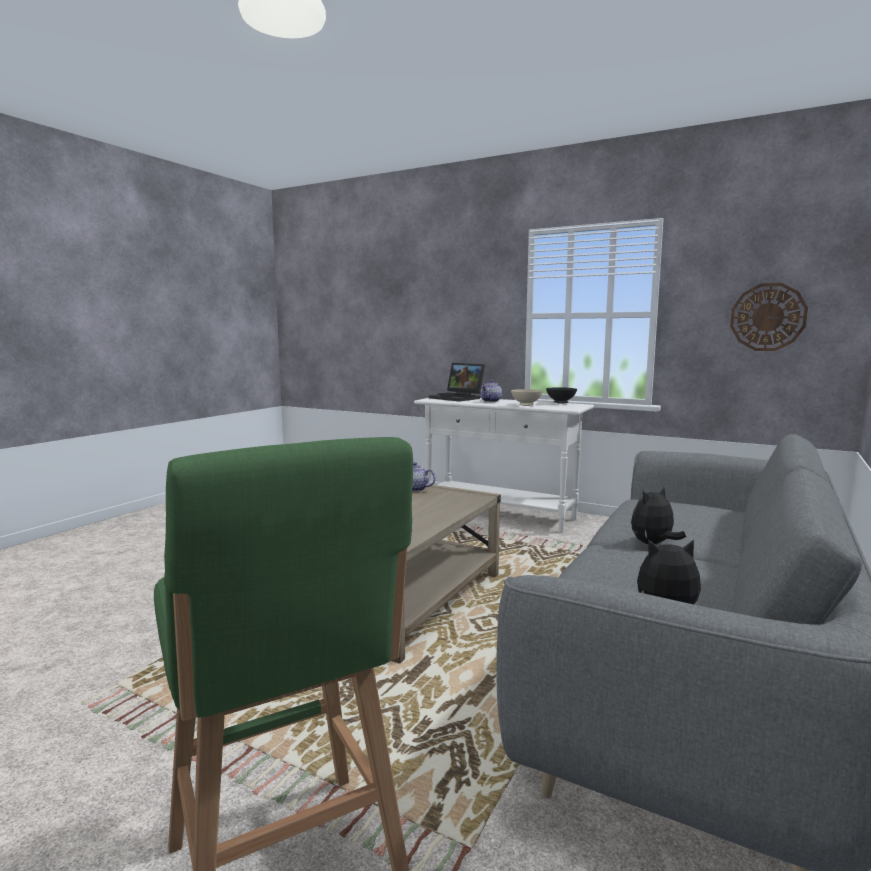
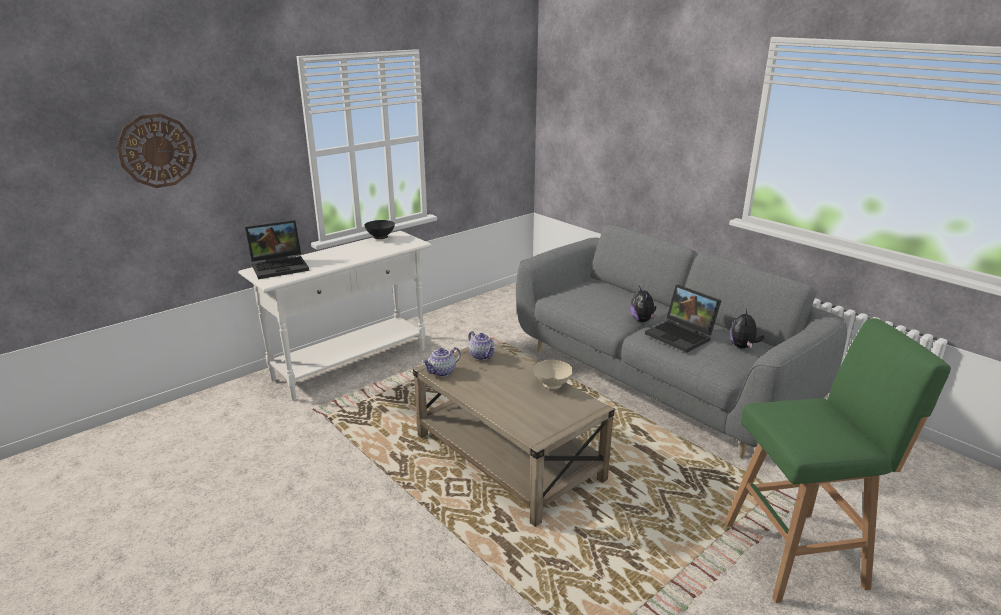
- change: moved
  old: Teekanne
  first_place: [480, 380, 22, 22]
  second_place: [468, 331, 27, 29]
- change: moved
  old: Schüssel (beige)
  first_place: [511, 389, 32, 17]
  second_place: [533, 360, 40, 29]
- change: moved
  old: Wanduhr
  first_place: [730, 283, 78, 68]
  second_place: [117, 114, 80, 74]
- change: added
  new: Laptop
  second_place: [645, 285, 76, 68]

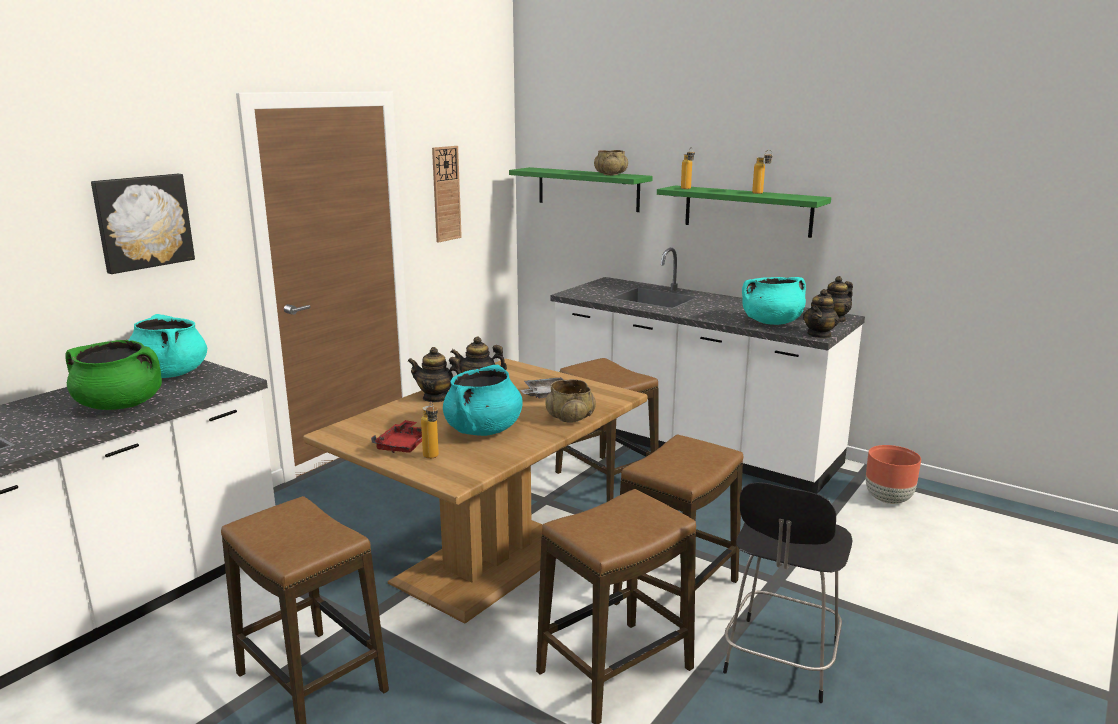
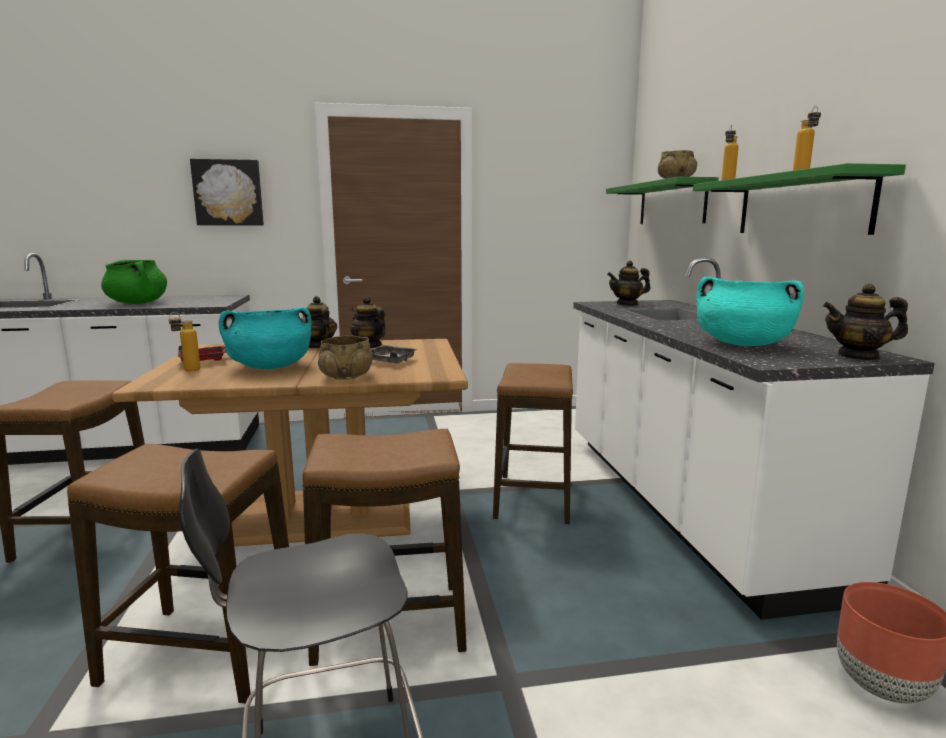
- change: removed
  old: Kochtopf (türkis)
  first_place: [129, 314, 78, 64]
- change: removed
  old: Wanduhr
  first_place: [432, 146, 30, 97]
- change: moved
  old: Teekanne
  first_place: [803, 289, 36, 50]
  second_place: [607, 261, 44, 45]

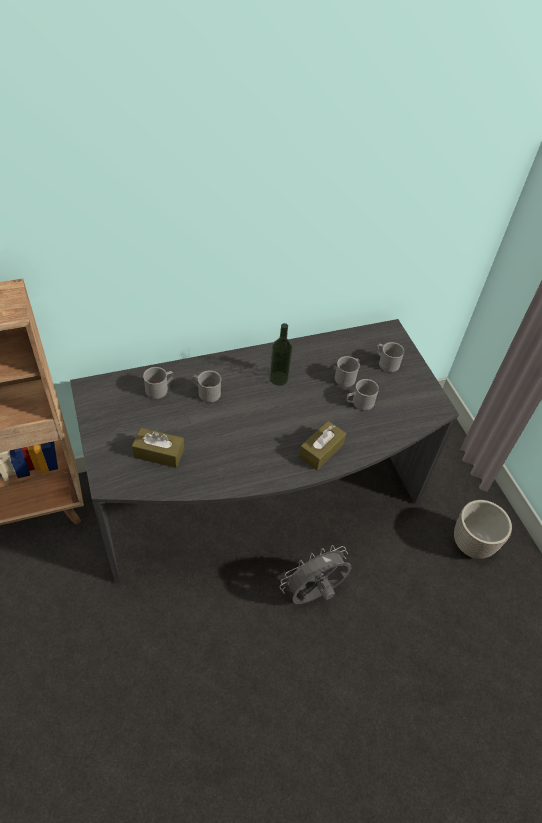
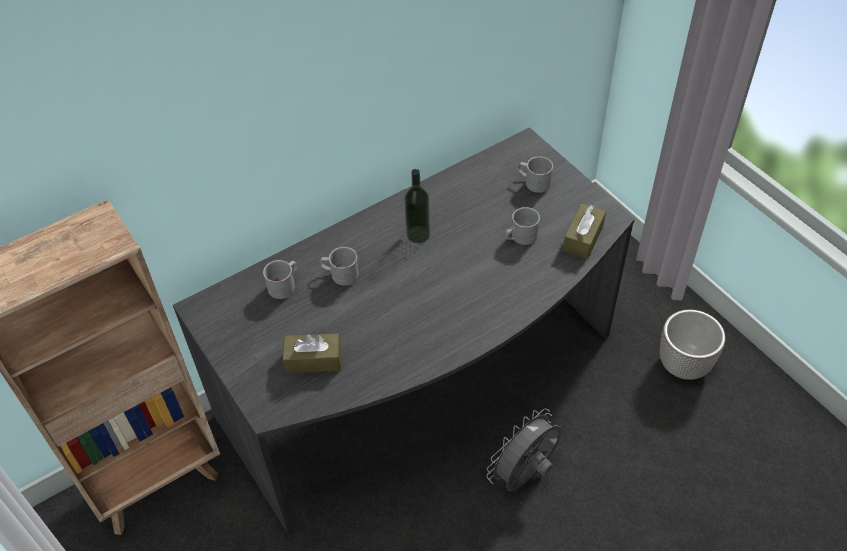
- change: moved
  old: Taschentuchbox (braun)
  first_place: [299, 421, 47, 49]
  second_place: [563, 204, 43, 55]
- change: removed
  old: Henkelbecher (grau)
  first_place: [335, 356, 25, 31]

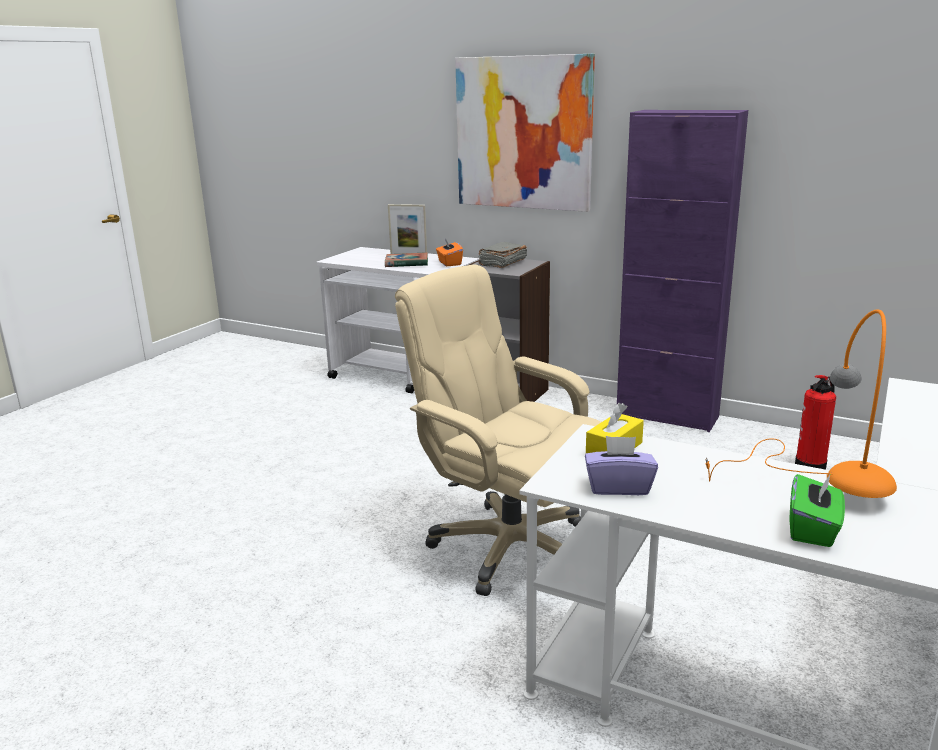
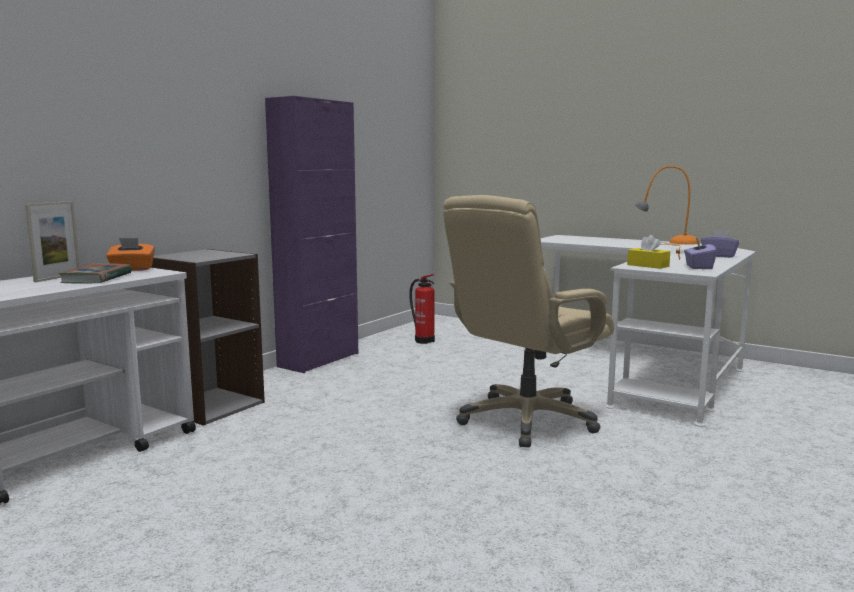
- change: removed
  old: Bild
  first_place: [455, 54, 140, 158]
- change: removed
  old: Buch (grau)
  first_place: [479, 242, 48, 26]
- change: recoloured
  old: Taschentuchbox (grün)
  new: Taschentuchbox (lila)
  first_place: [789, 473, 56, 74]
  second_place: [701, 229, 38, 29]

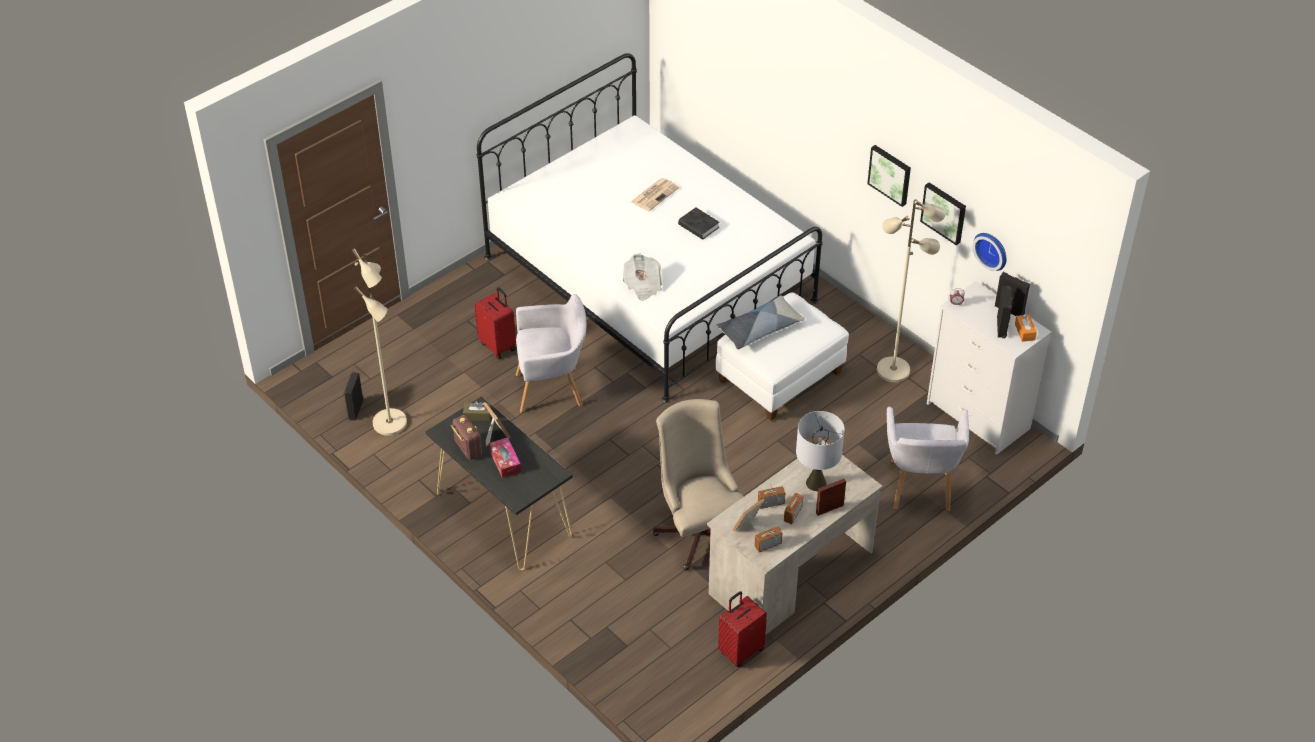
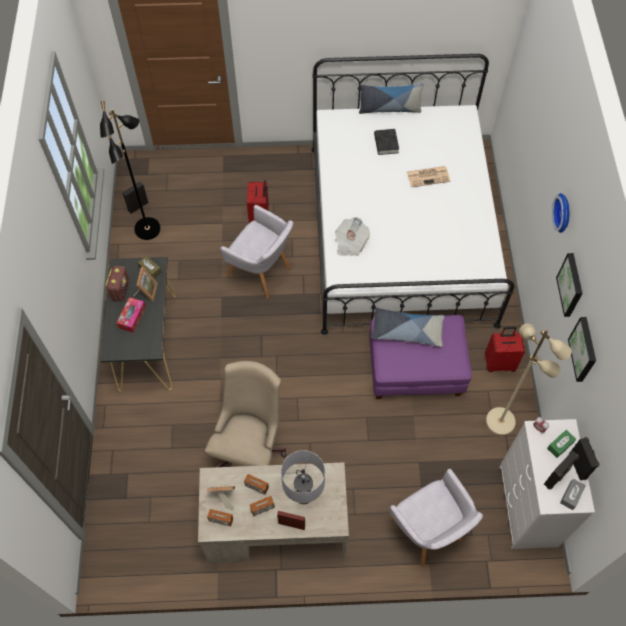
- change: recoloured
  old: Stehlampe (beige)
  new: Stehlampe (schwarz)
  first_place: [351, 248, 56, 188]
  second_place: [100, 101, 61, 139]
- change: moved
  old: Buch (schwarz)
  first_place: [678, 207, 41, 32]
  second_place: [374, 129, 25, 26]
- change: recoloured
  old: Polsterhocker (weiß)
  new: Polsterhocker (lila)
  first_place: [716, 292, 133, 129]
  second_place: [369, 315, 103, 84]
- change: moved
  old: Koffer (rot)
  first_place: [718, 591, 49, 76]
  second_place: [485, 327, 40, 45]
- change: turned
  old: Sessel (grau)
  first_place: [887, 407, 82, 105]
  second_place: [389, 469, 94, 98]
  degrees: -75
- change: moved
  old: Wanduhr
  first_place: [973, 233, 34, 38]
  second_place: [552, 193, 17, 40]
- change: recoloured
  old: Taschentuchbox (orange)
  new: Taschentuchbox (grau)
  first_place: [1015, 314, 22, 28]
  second_place: [560, 479, 26, 31]
- change: added
  new: Kissen
  second_place: [359, 83, 64, 31]
- change: added
  new: Taschentuchbox (grün)
  second_place: [547, 430, 29, 28]

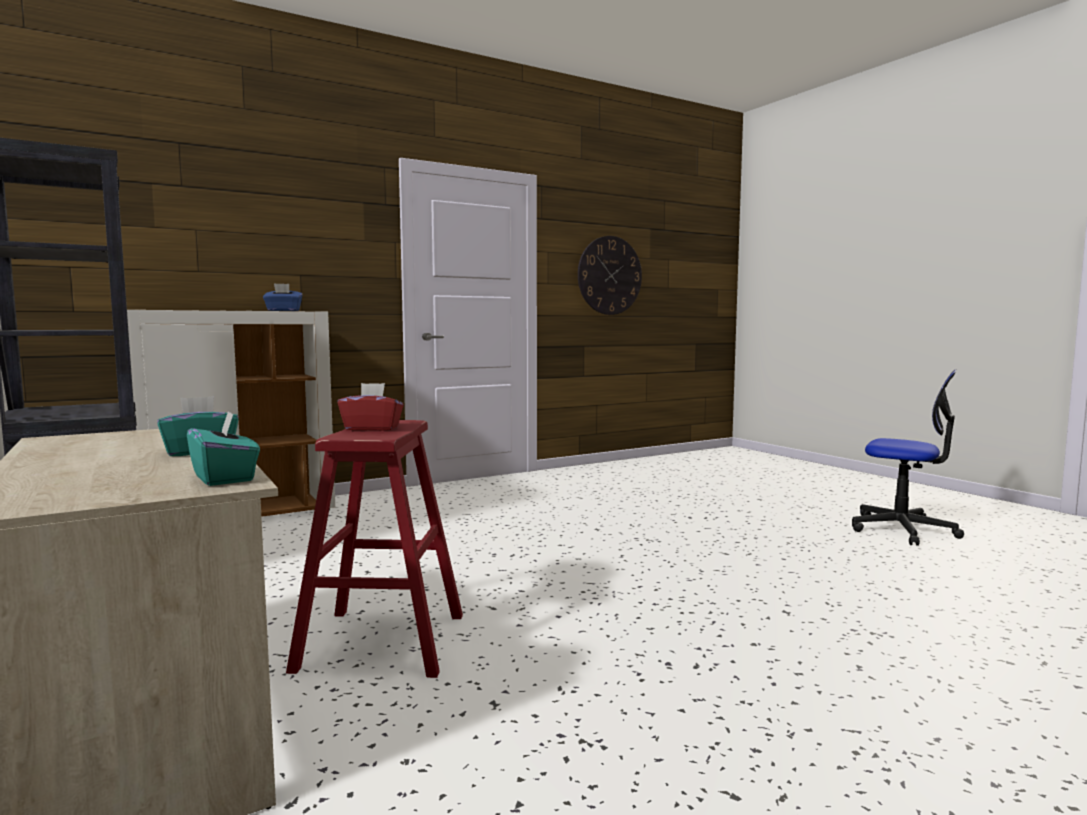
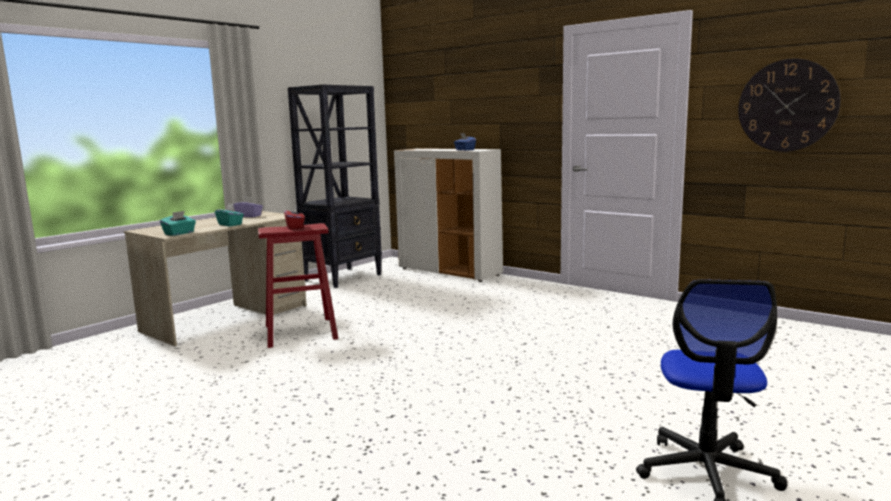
- change: added
  new: Taschentuchbox (lila)
  second_place: [233, 197, 30, 20]

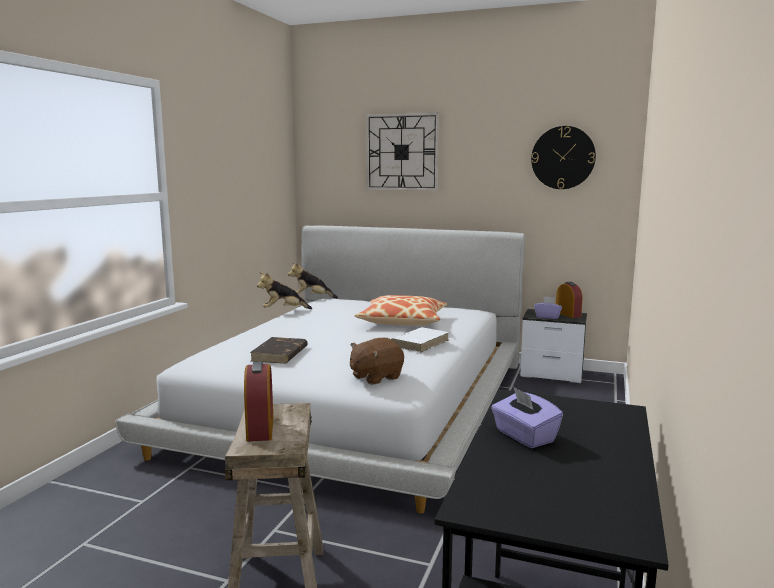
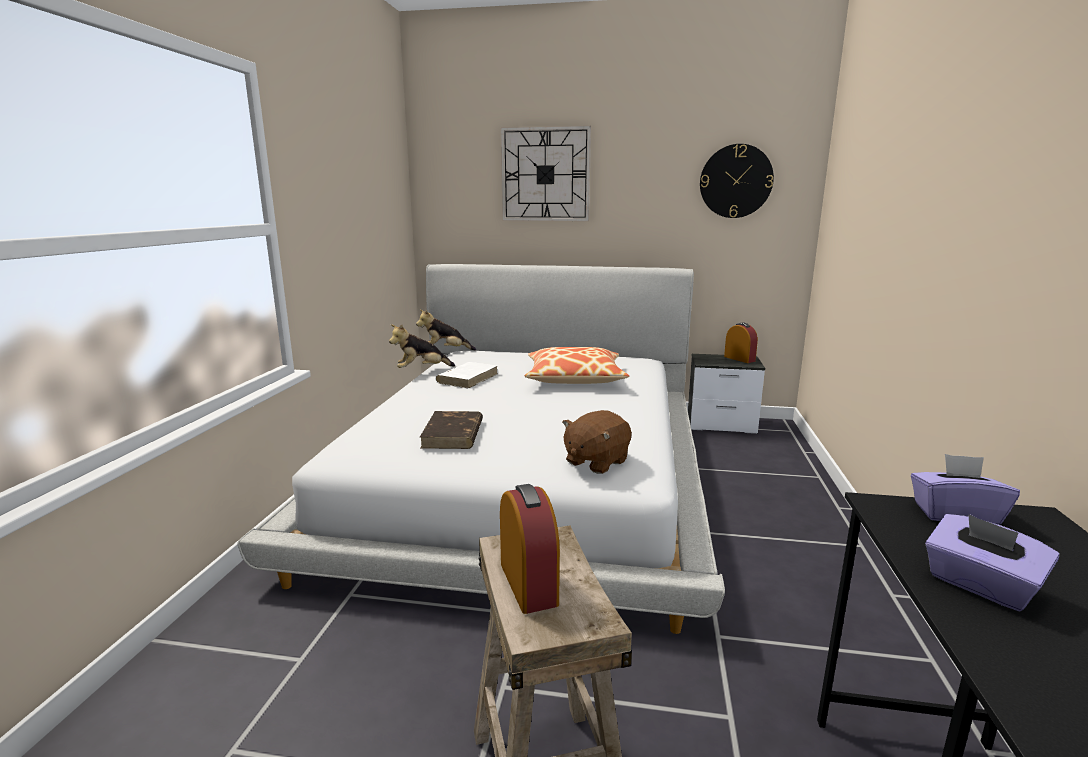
- change: moved
  old: Buch (weiß)
  first_place: [391, 327, 59, 26]
  second_place: [435, 362, 62, 27]
- change: moved
  old: Taschentuchbox (lila)
  first_place: [534, 296, 28, 23]
  second_place: [911, 454, 109, 71]

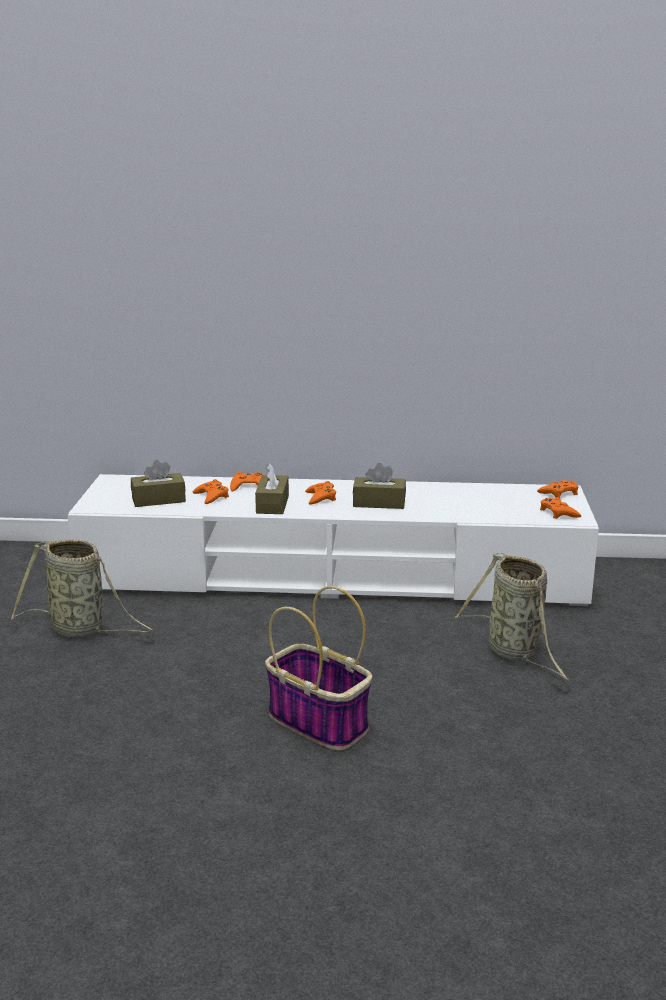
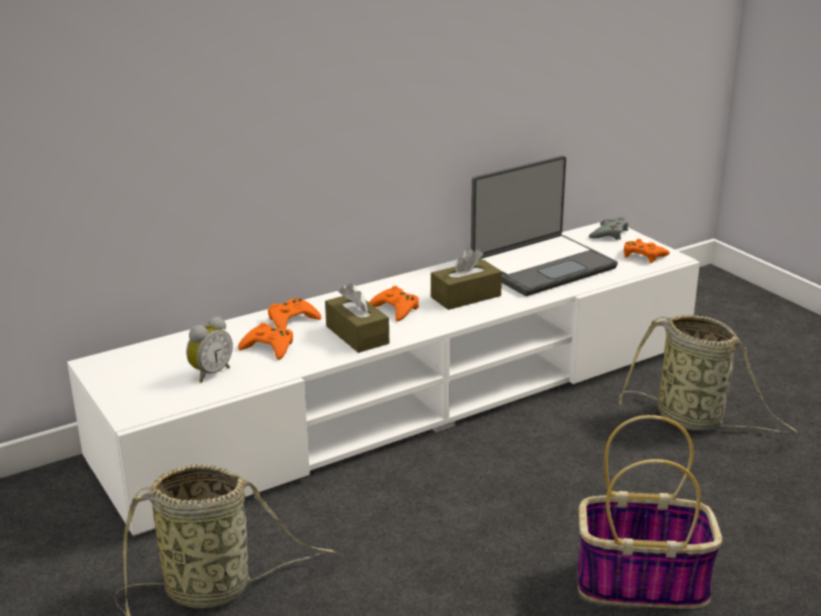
- change: replaced
  old: Taschentuchbox (braun)
  new: Wecker
  first_place: [131, 460, 55, 47]
  second_place: [186, 316, 47, 67]
- change: recoloured
  old: Gamepad (orange)
  new: Gamepad (grau)
  first_place: [537, 480, 42, 18]
  second_place: [589, 217, 40, 23]
- change: added
  new: Laptop
  second_place: [471, 156, 147, 140]

